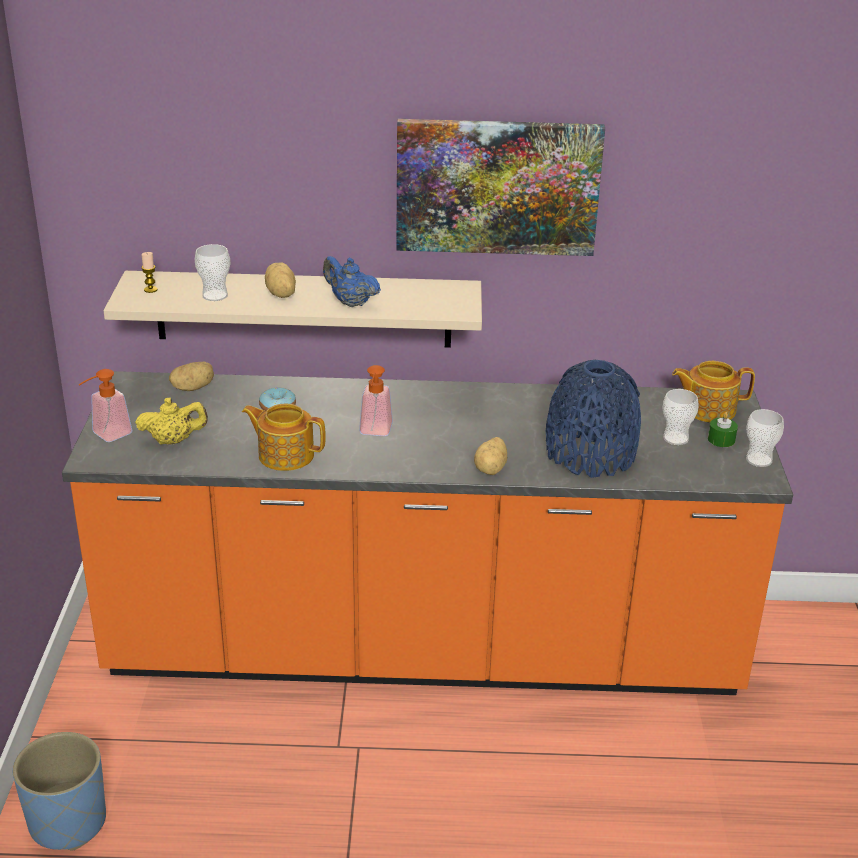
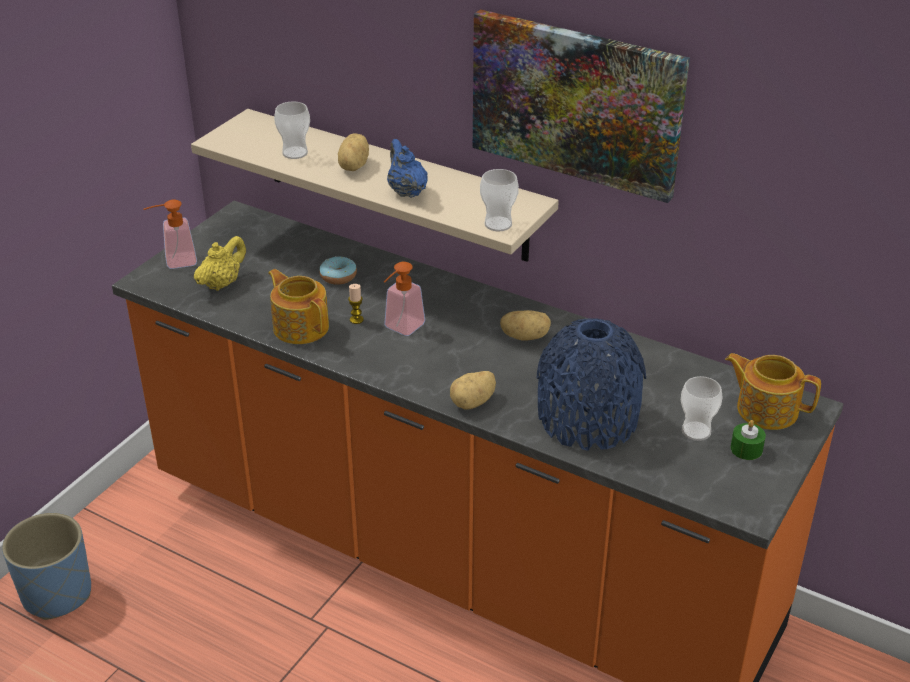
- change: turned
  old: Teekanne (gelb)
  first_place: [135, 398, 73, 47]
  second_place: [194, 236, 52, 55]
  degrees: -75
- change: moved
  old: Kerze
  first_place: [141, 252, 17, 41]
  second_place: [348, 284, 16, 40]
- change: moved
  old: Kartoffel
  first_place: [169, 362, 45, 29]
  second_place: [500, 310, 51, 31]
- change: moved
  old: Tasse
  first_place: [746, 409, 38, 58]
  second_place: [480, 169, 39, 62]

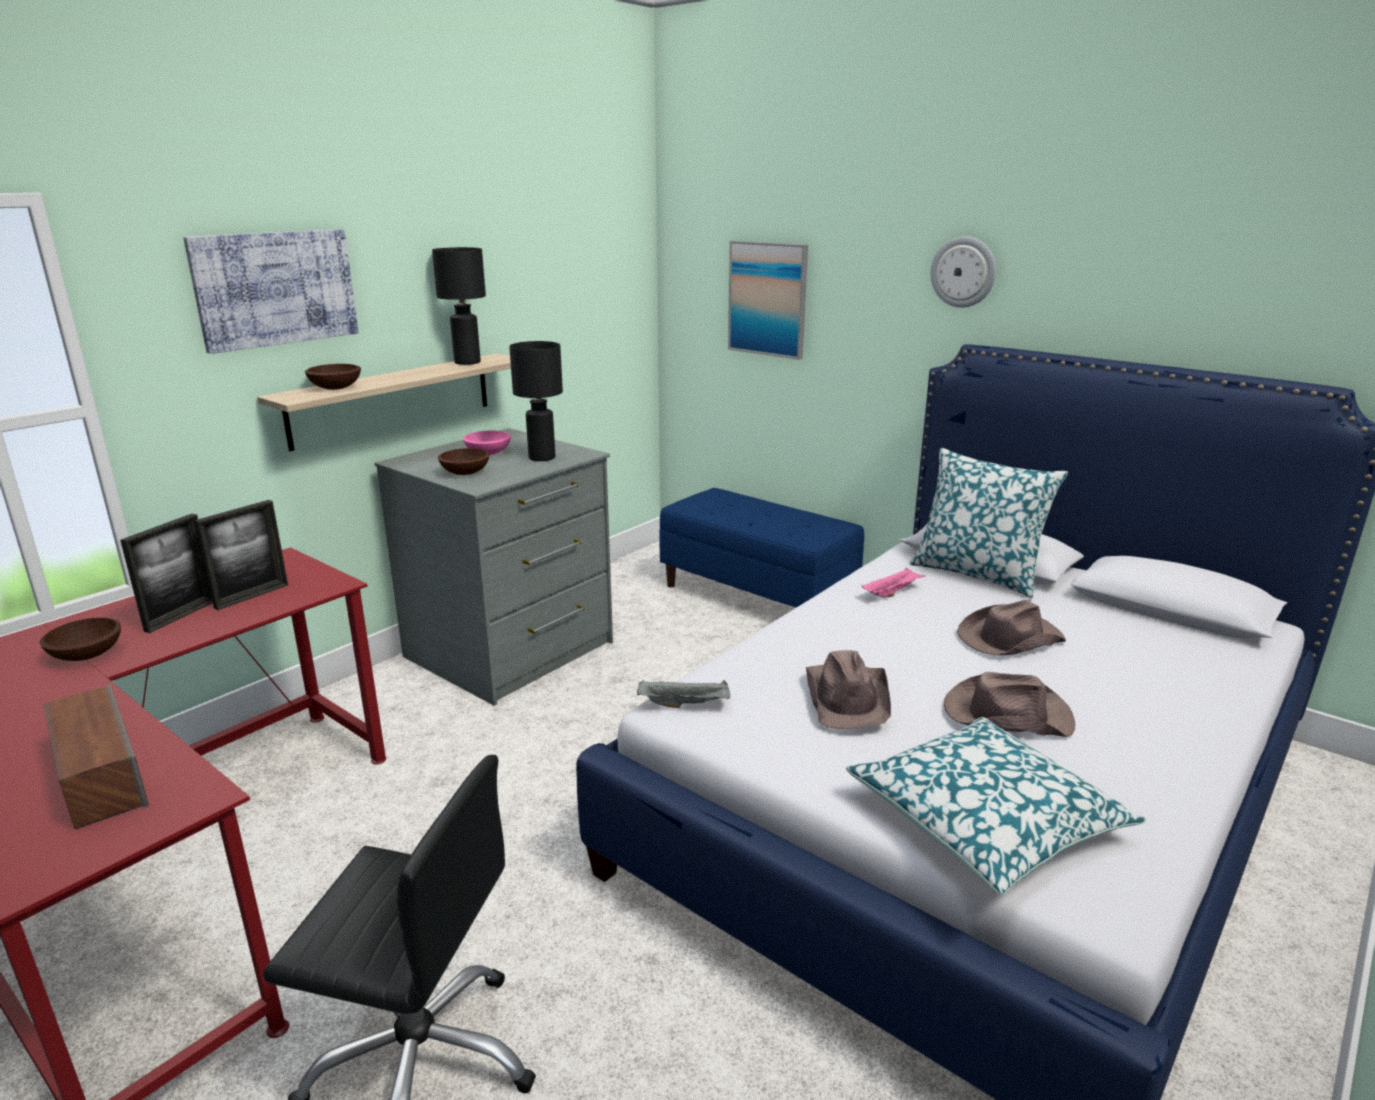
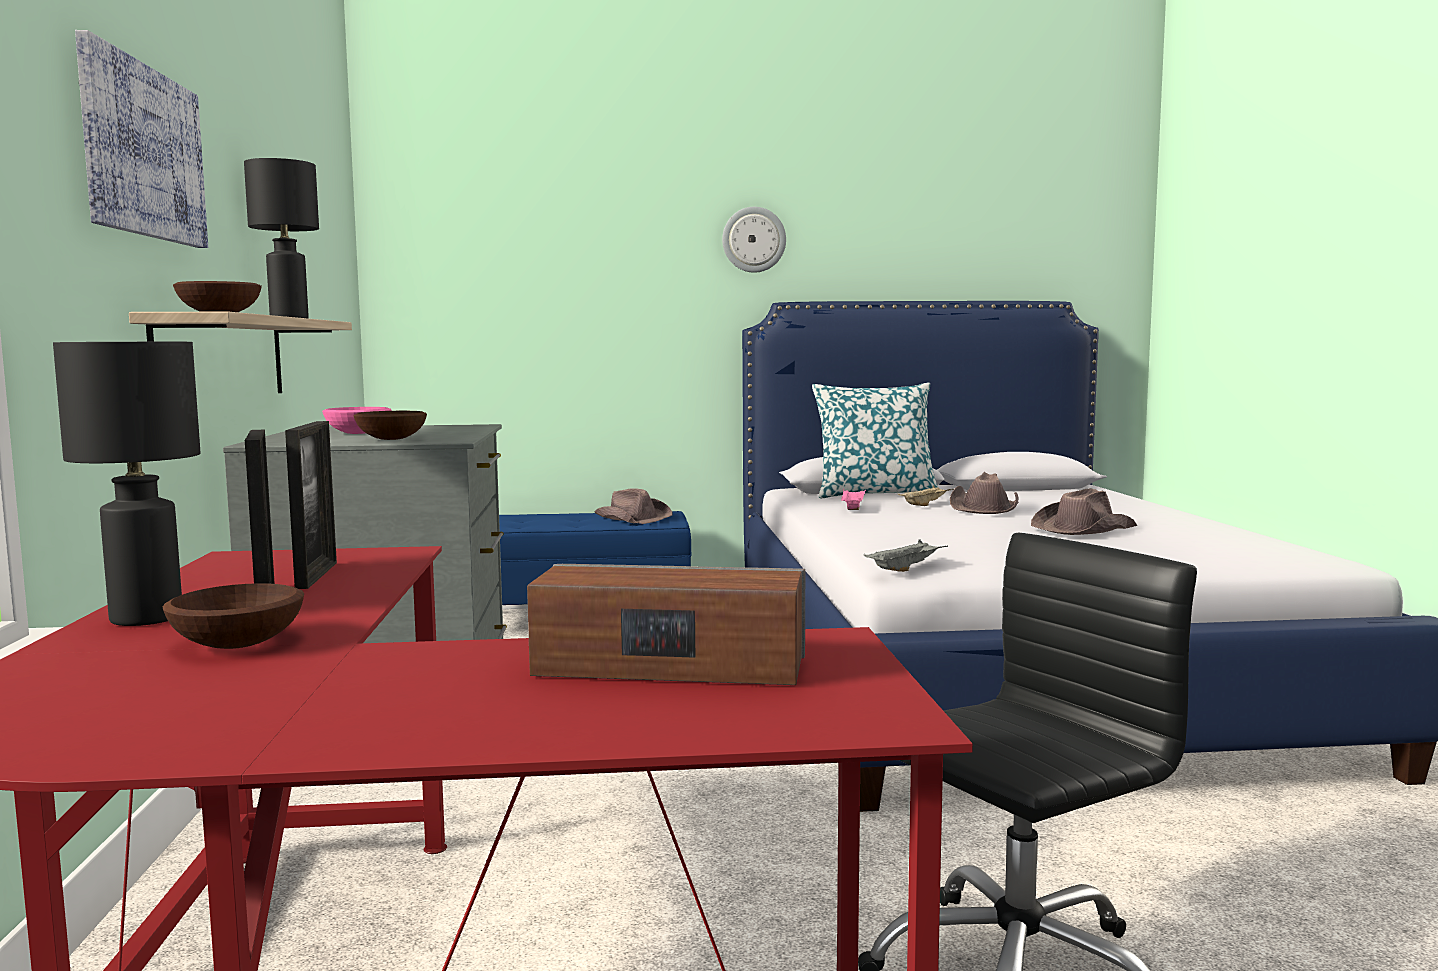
- change: moved
  old: Tischlampe (schwarz)
  first_place: [509, 341, 54, 120]
  second_place: [53, 342, 147, 284]
- change: removed
  old: Bild
  first_place: [728, 241, 80, 119]
- change: moved
  old: Hut (braun)
  first_place: [806, 650, 85, 79]
  second_place: [594, 488, 79, 36]
- change: removed
  old: Kissen
  first_place: [846, 717, 300, 178]
- change: added
  new: Tablett (beige)
  second_place: [897, 485, 57, 21]

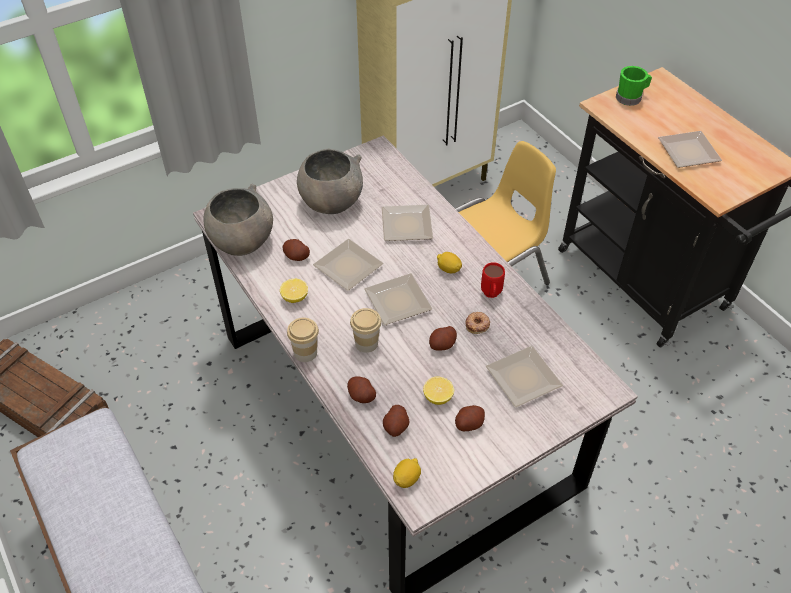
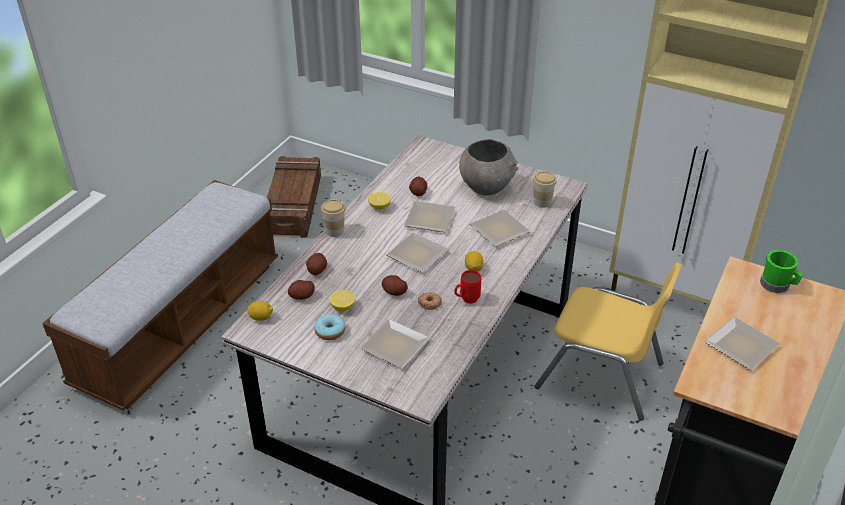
- change: removed
  old: Schüssel (grau)
  first_place: [203, 184, 70, 72]
- change: moved
  old: Tasse
  first_place: [350, 308, 32, 45]
  second_place: [533, 171, 24, 37]
- change: replaced
  old: Kartoffel
  new: Donut
  first_place: [455, 405, 30, 26]
  second_place: [314, 314, 31, 26]

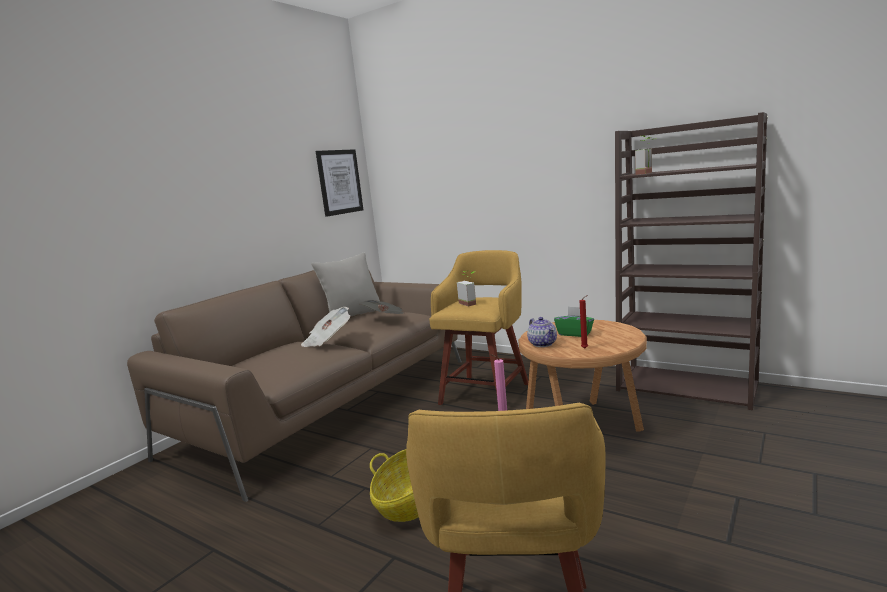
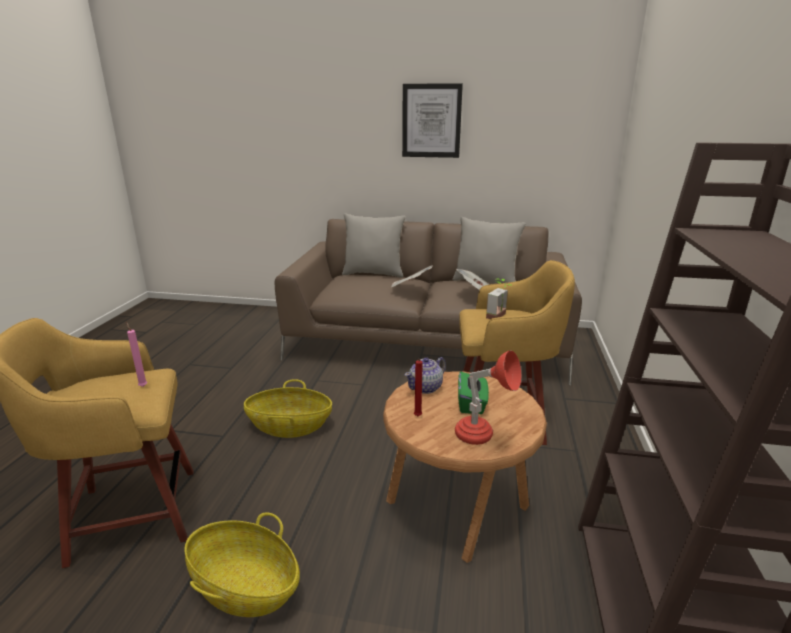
- change: moved
  old: Bild
  first_place: [316, 149, 47, 68]
  second_place: [402, 83, 61, 75]
- change: removed
  old: Topfpflanze
  first_place: [635, 135, 18, 40]
- change: added
  new: Korb
  second_place: [184, 512, 116, 105]
- change: added
  new: Kissen (grau)
  second_place: [342, 213, 64, 65]
- change: added
  new: Tischlampe (rot)
  second_place: [455, 351, 66, 94]

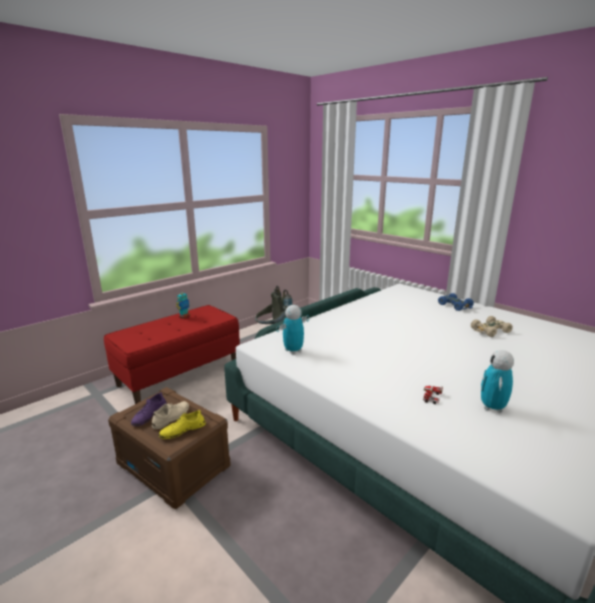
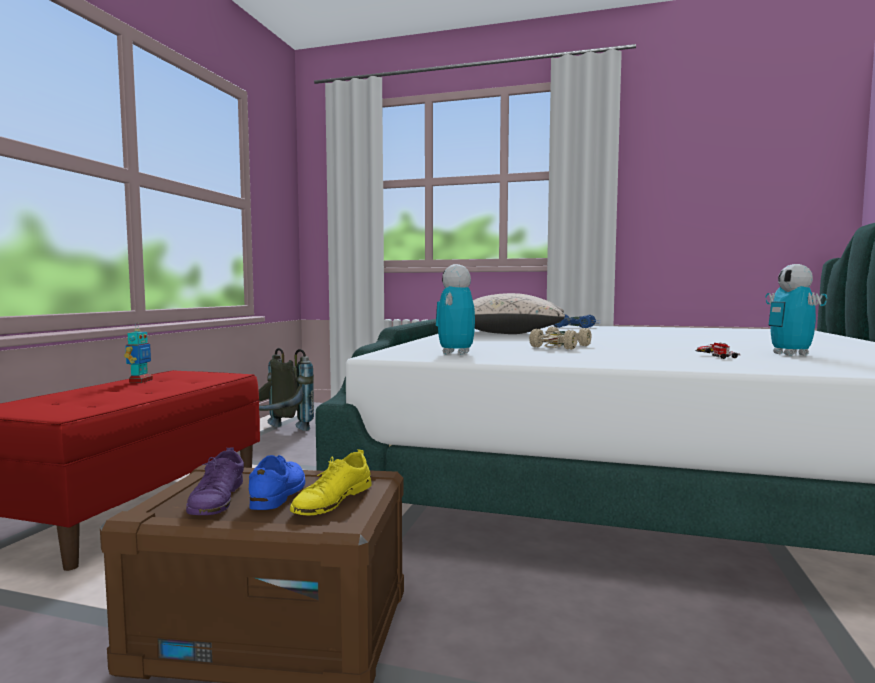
- change: recoloured
  old: Schuh (beige)
  new: Schuh (blau)
  first_place: [152, 401, 37, 28]
  second_place: [249, 455, 56, 55]
- change: moved
  old: Spielzeugauto (beige)
  first_place: [471, 316, 42, 21]
  second_place: [529, 326, 63, 24]
- change: added
  new: Kissen (beige)
  second_place: [473, 293, 92, 41]

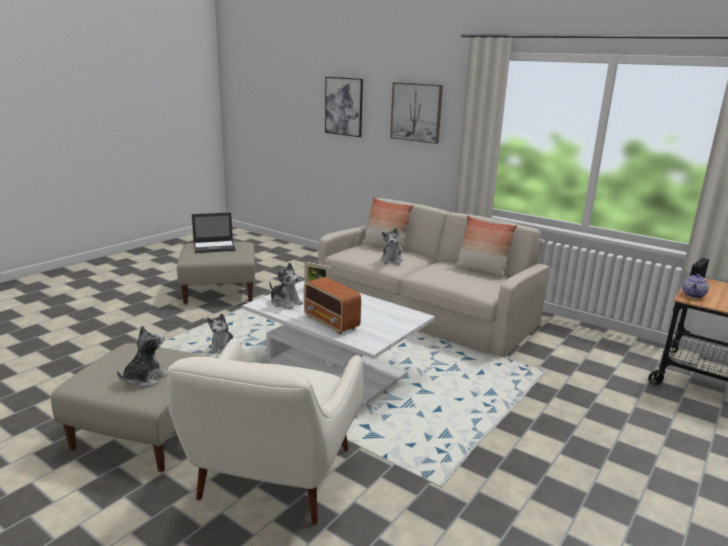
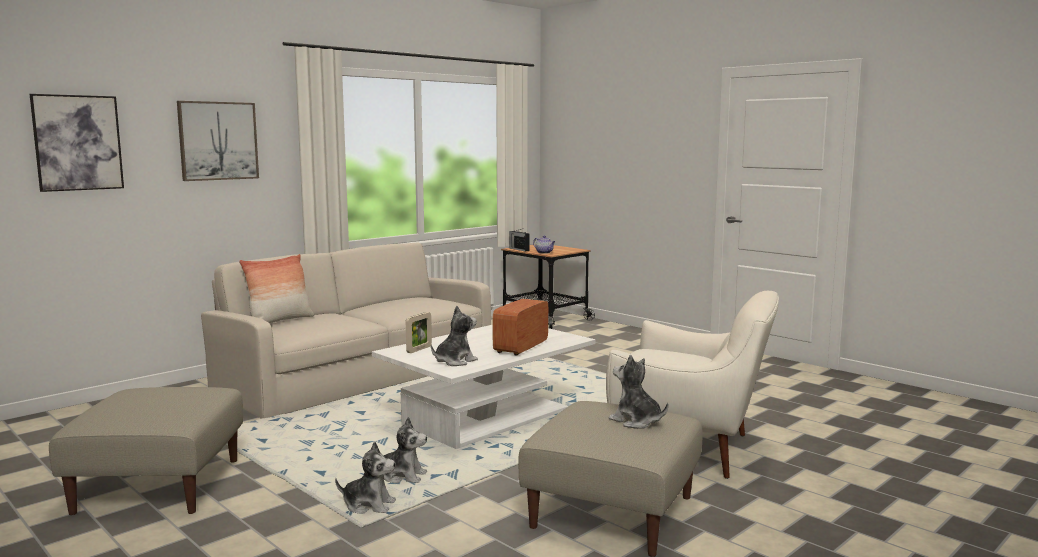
- change: removed
  old: Laptop
  first_place: [192, 212, 44, 41]
- change: turned
  old: Radio
  first_place: [304, 277, 57, 57]
  second_place: [492, 299, 56, 57]
  degrees: 150
- change: moved
  old: Plüschtier
  first_place: [381, 228, 22, 37]
  second_place: [335, 441, 61, 73]
- change: removed
  old: Kissen
  first_place: [454, 215, 63, 63]

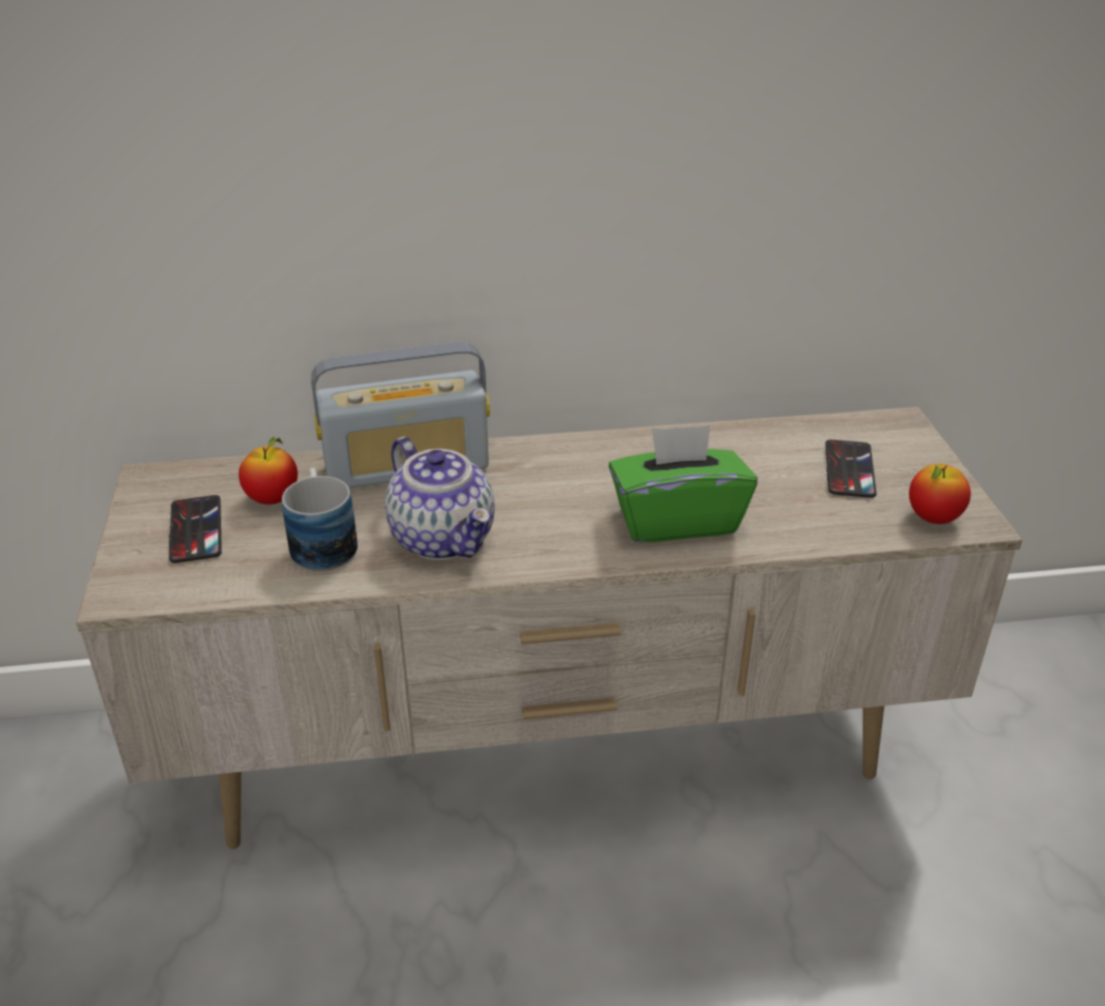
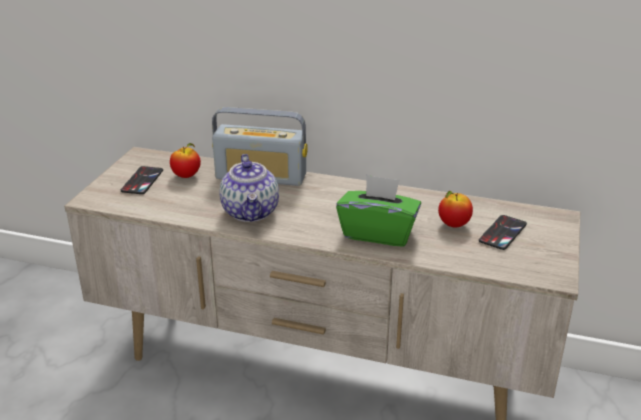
- change: removed
  old: Henkelbecher
  first_place: [282, 468, 76, 103]
- change: moved
  old: Apfel
  first_place: [909, 464, 62, 60]
  second_place: [438, 191, 35, 37]

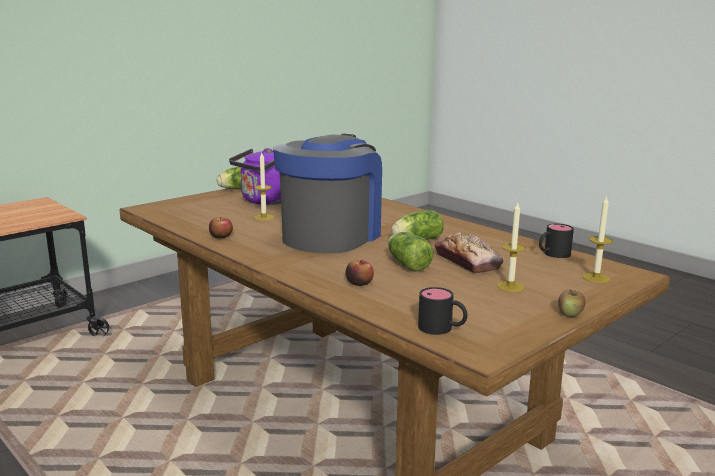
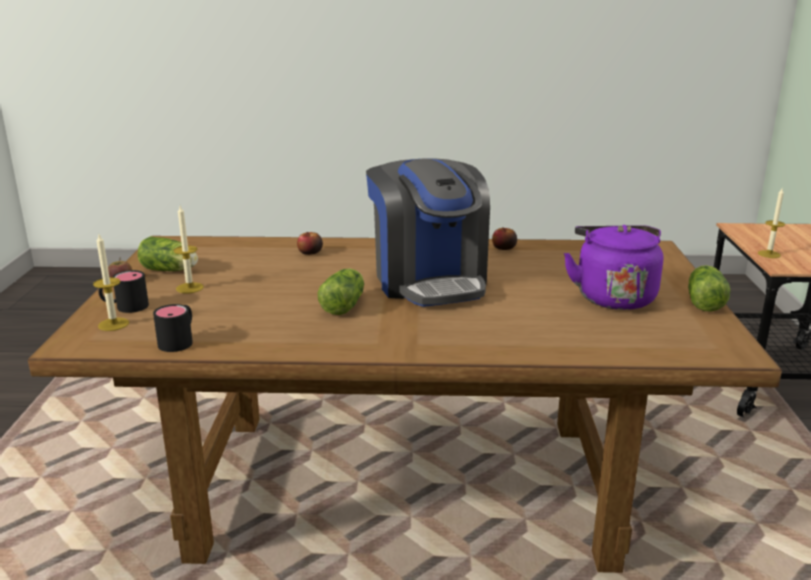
- change: moved
  old: Kerze
  first_place: [254, 153, 20, 68]
  second_place: [758, 189, 27, 69]
- change: moved
  old: Salatkopf
  first_place: [388, 232, 45, 39]
  second_place: [137, 236, 61, 35]
- change: moved
  old: Henkelbecher (schwarz)
  first_place: [418, 287, 50, 48]
  second_place: [98, 270, 51, 43]
- change: removed
  old: Brot
  first_place: [435, 232, 68, 42]

